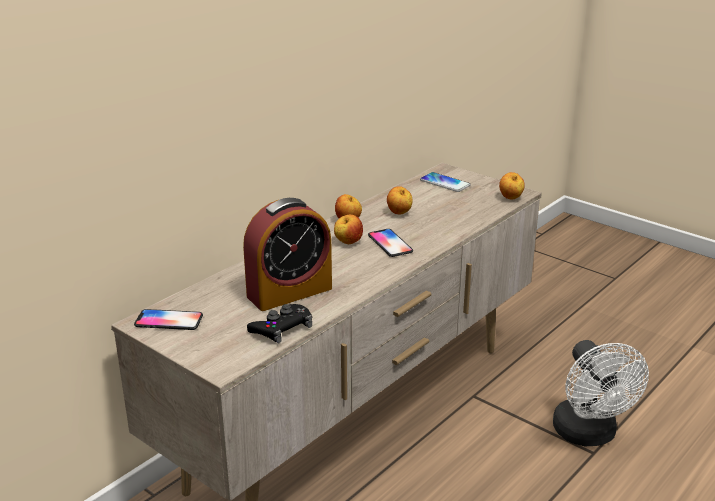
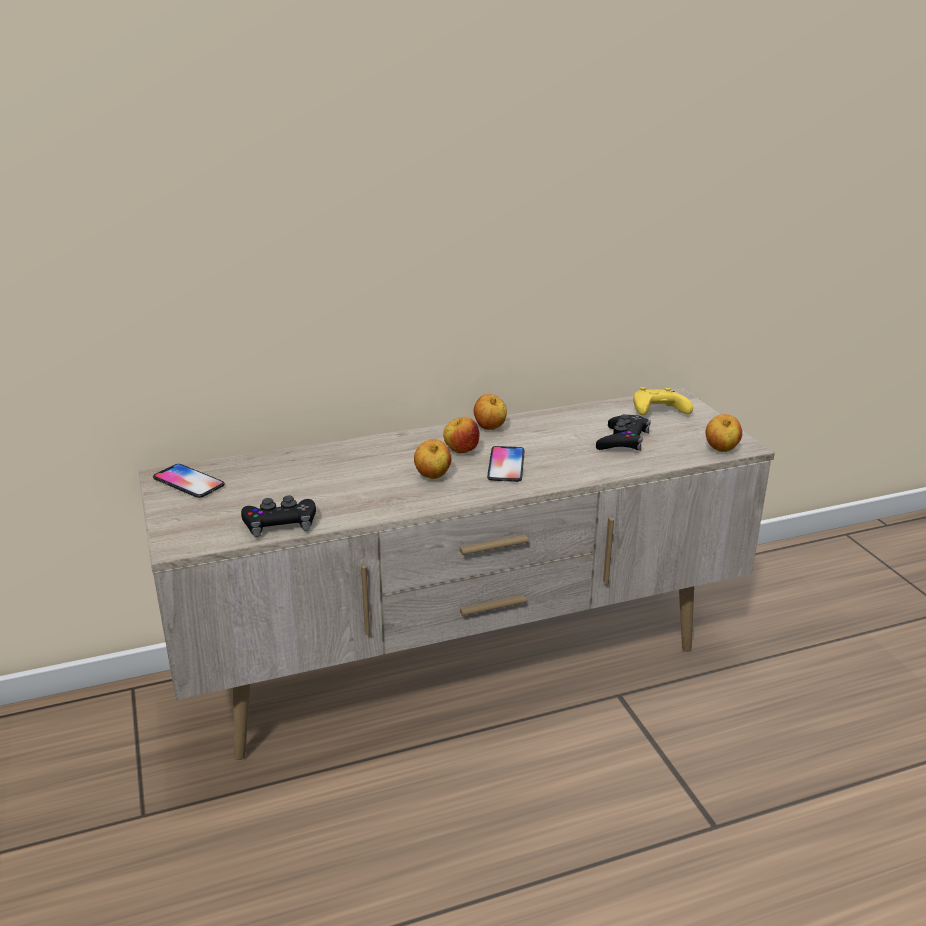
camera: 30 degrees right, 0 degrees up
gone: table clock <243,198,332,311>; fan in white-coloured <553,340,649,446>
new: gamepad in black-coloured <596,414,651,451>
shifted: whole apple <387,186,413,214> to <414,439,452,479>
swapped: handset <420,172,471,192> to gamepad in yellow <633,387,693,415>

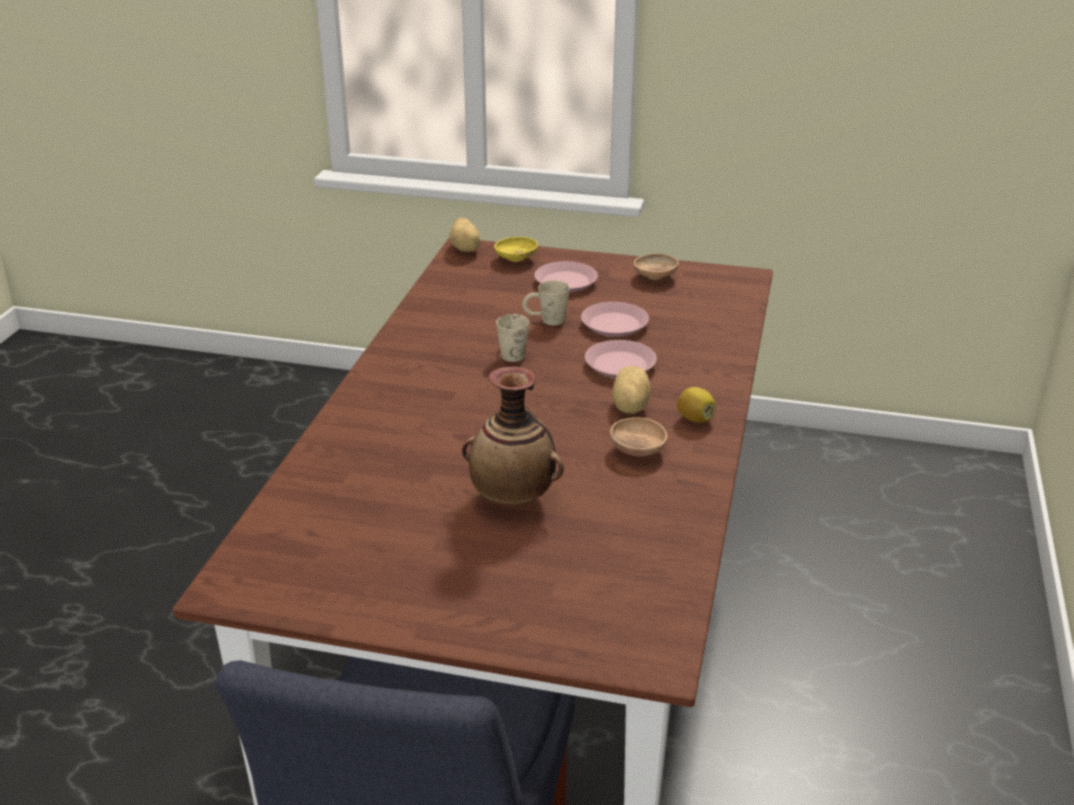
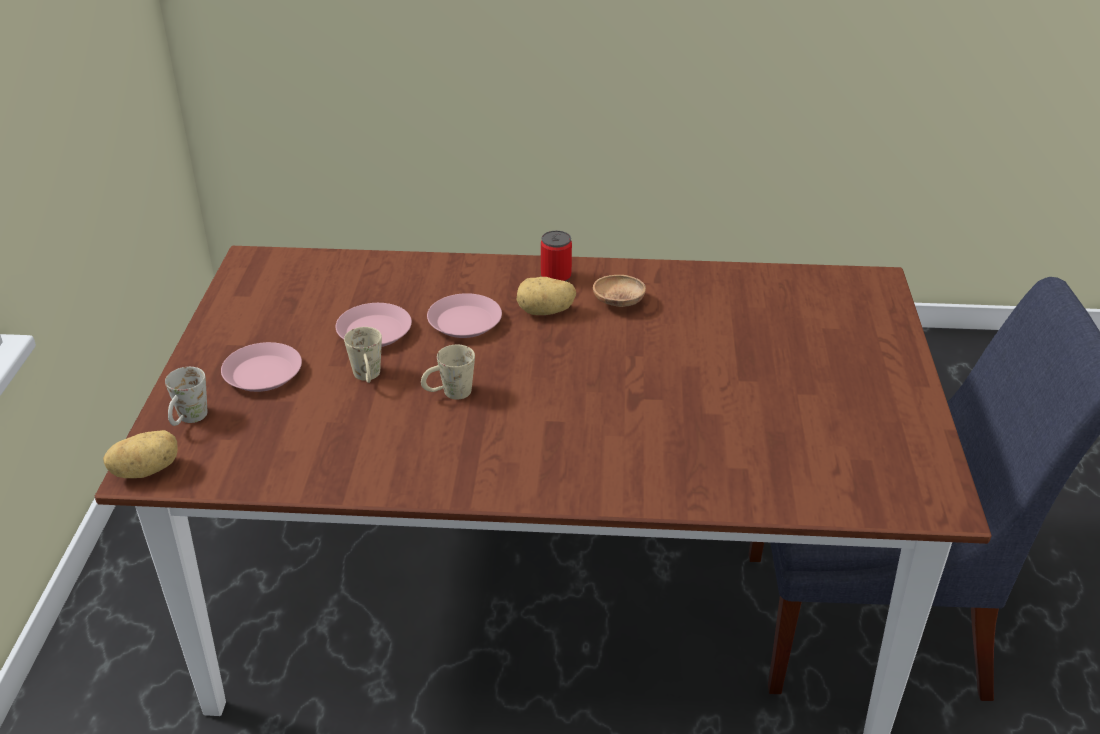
camera: 100 degrees left, 5 degrees up
gone: flower vase <462,366,564,505>; serving bowl in brown-coloured <634,253,679,280>
swapped: serving bowl in yellow <494,237,538,262> to mug in white-coloured <165,367,207,426>; lemon <677,387,716,423> to can <541,231,572,282>

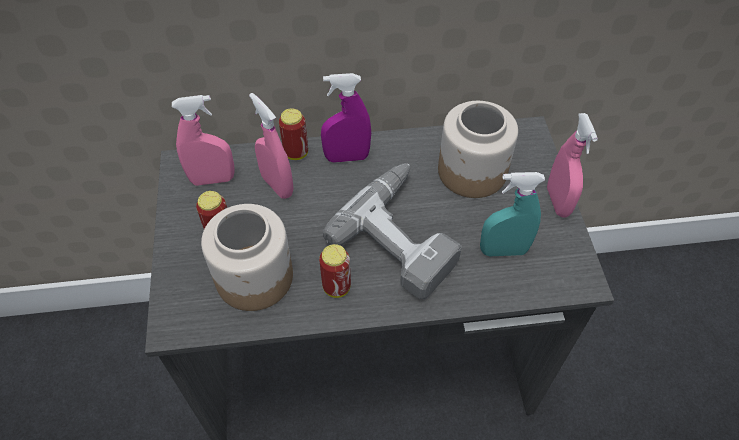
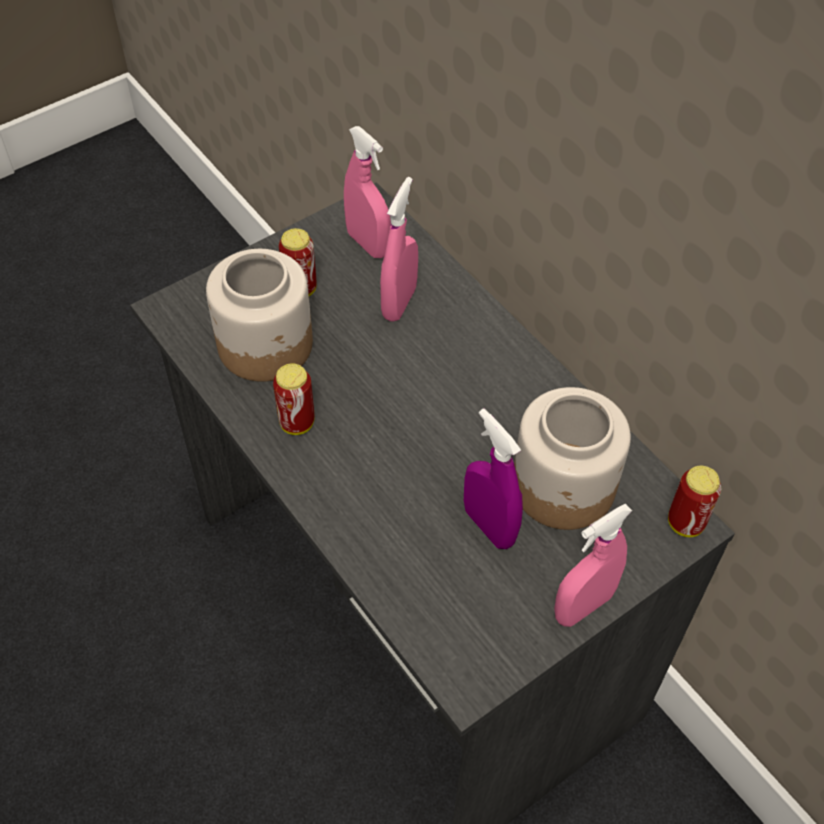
camera: 60 degrees right, 0 degrees up
gone: electric drill <323,163,462,299>; spray bottle in blue-green <480,172,545,256>
shifted: can <279,108,308,160> to <668,466,721,537>; spray bottle in purplish <321,73,371,163> to <464,408,523,549>

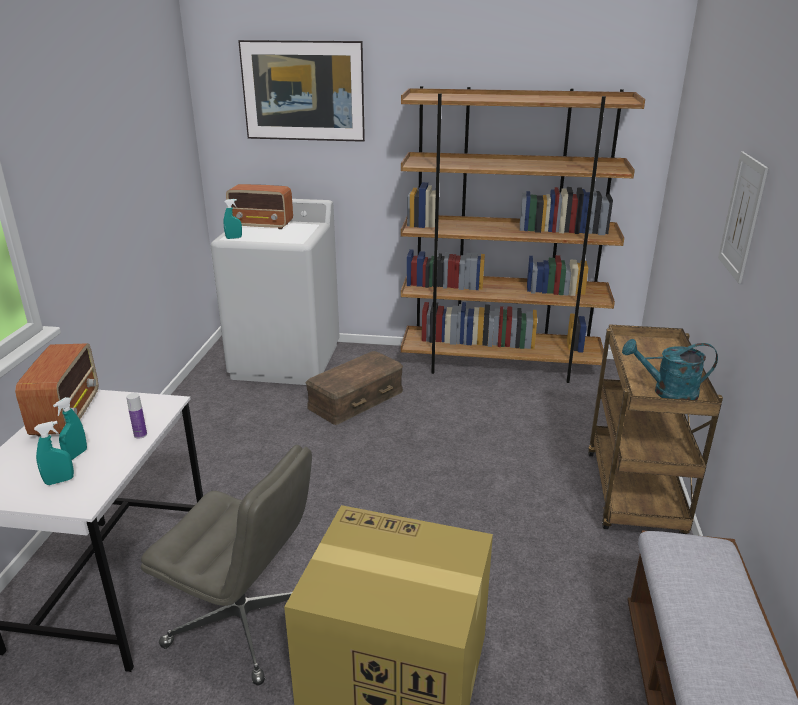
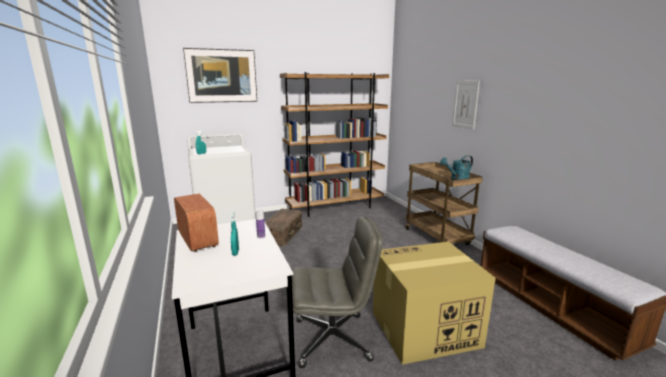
camera: 30 degrees left, 10 degrees down
gone: spray bottle in blue-green <34,421,74,485>; radio set <226,184,293,229>

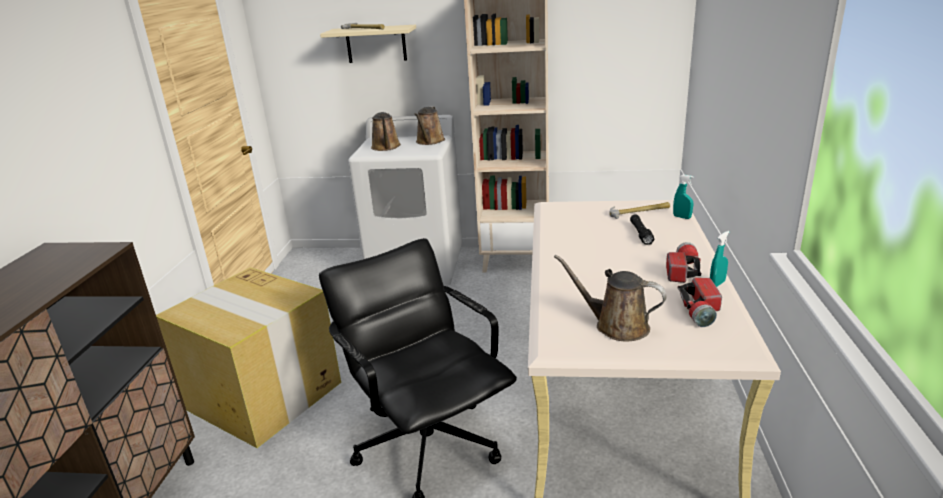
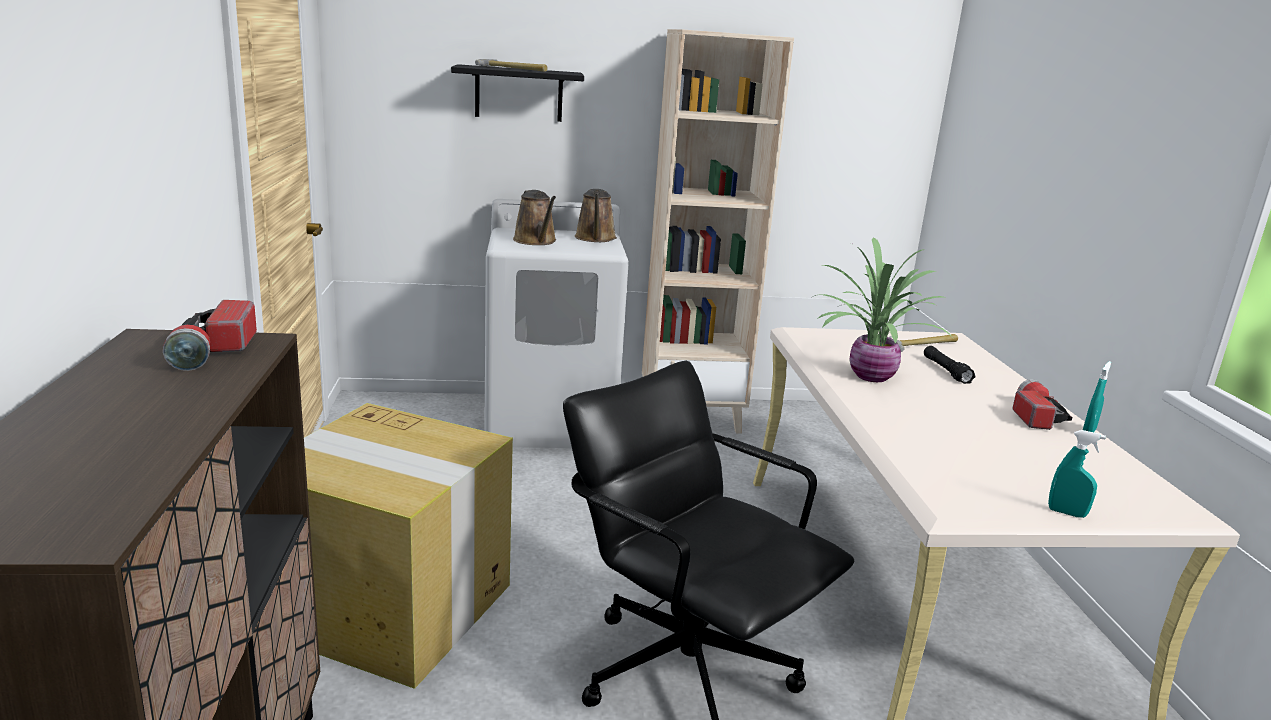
camera: 15 degrees left, 5 degrees down
gone: watering pot in brown-coloured <554,254,667,341>
new: potted plant <815,238,953,382>
shifted: spray bottle in blue-green <673,175,694,219> to <1048,430,1106,518>; hand torch <678,278,722,327> to <163,300,257,371>
repainted: shelf in beige <320,25,416,63> to shelf in black-coloured <451,64,584,122>

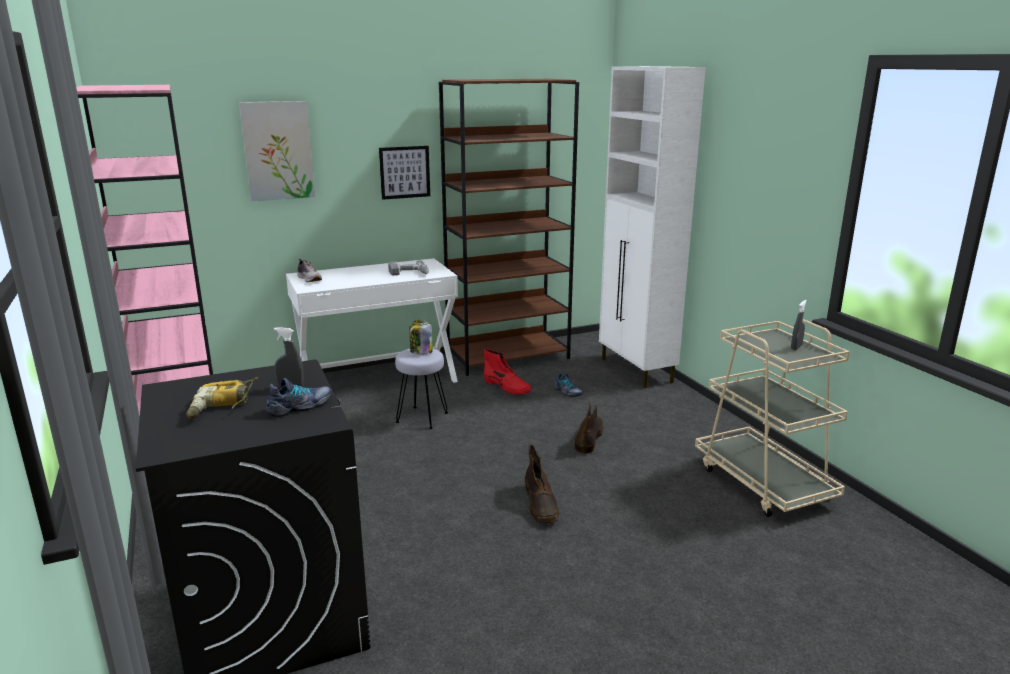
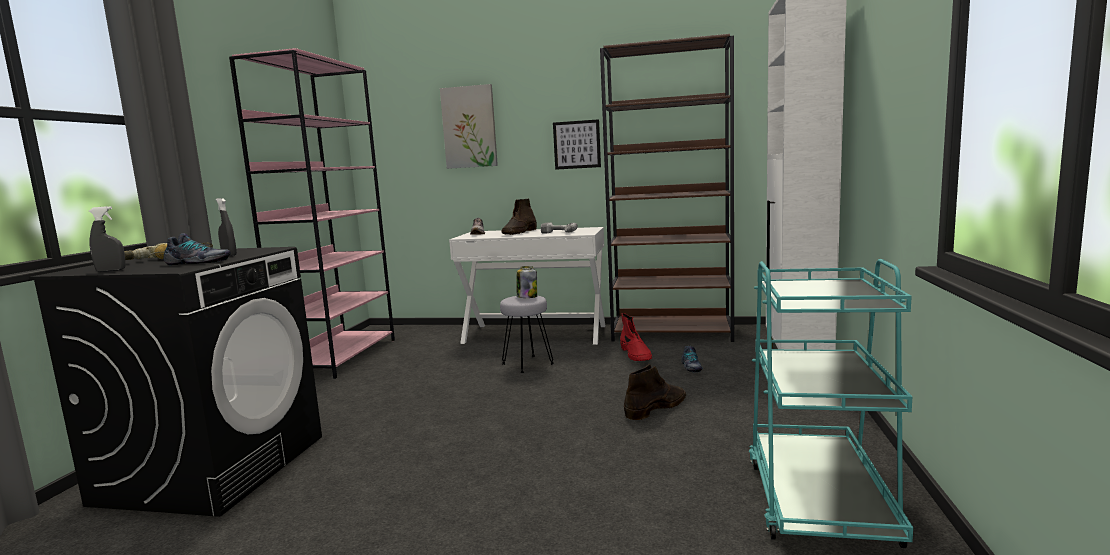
camera: 35 degrees right, 10 degrees down
shifted: tall boot in brown-coloured <525,444,559,523> to <501,199,537,235>; spray bottle in grey <791,300,807,350> to <89,206,126,272>
repainted: cart in beige <695,319,850,517> to cart in blue-green <749,259,913,548>

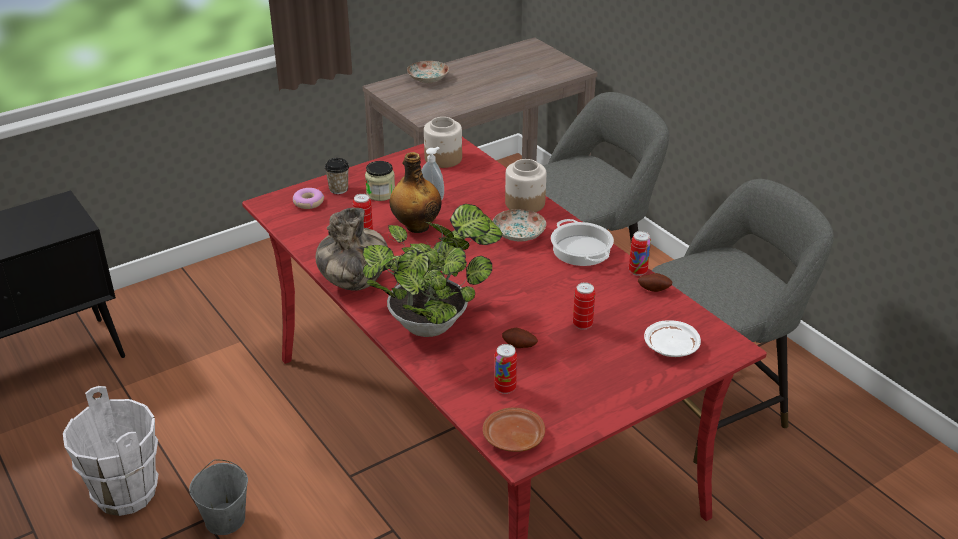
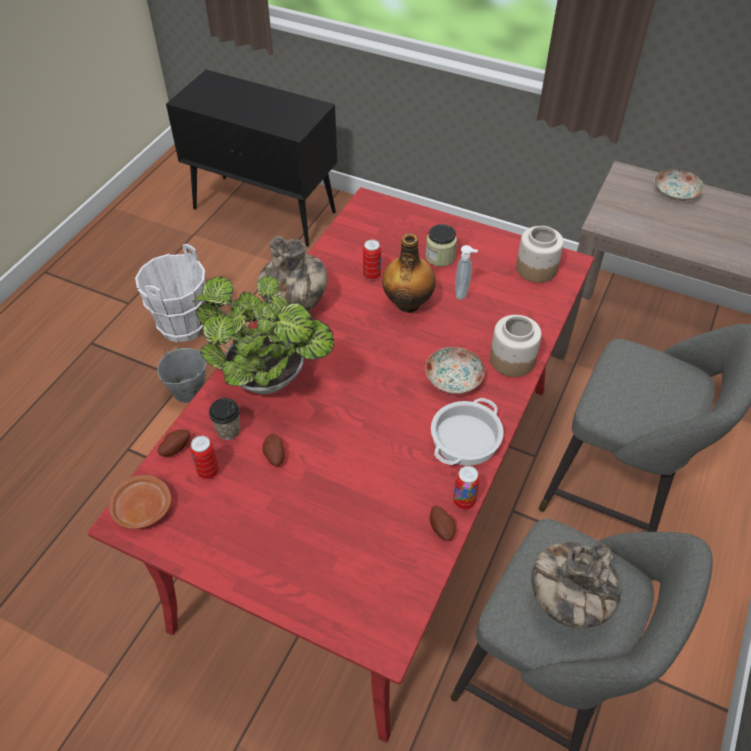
camera: 60 degrees right, 15 degrees up
gone: doughnut <293,188,324,209>; can <573,282,595,330>; flat dish in white-coloured <644,320,701,357>
new: spud <158,429,190,456>; flower vase <531,542,621,629>
shifted: cup <325,158,349,194> to <209,398,240,440>

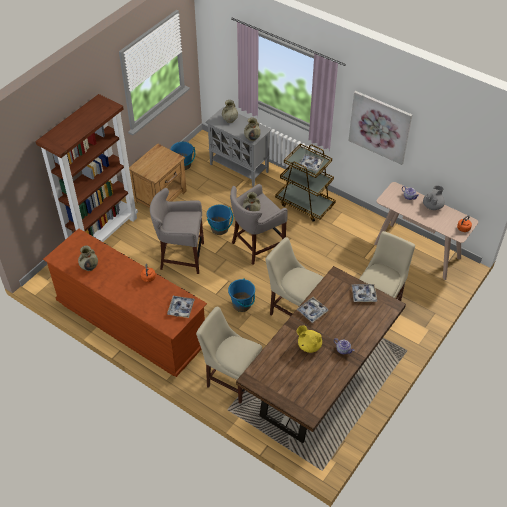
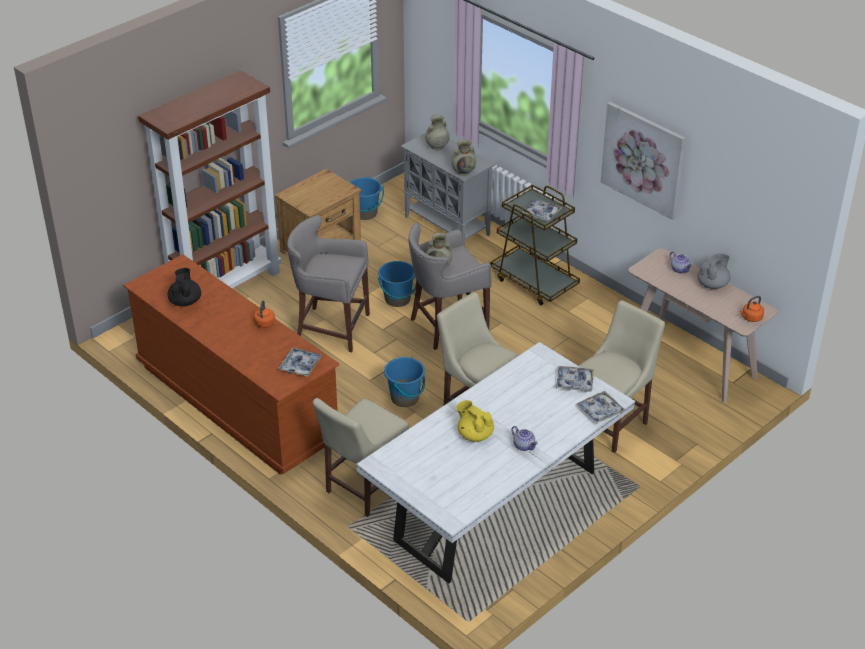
camera: 10 degrees right, 10 degrees down
shifted: serving tray <296,297,329,323> to <577,391,625,423>
swapped: flower vase in beige <78,246,98,271> to tea pot in black-coloured <168,268,201,306>
repainted: kitchen table in brown-coloured <236,266,406,443> to kitchen table in white-coloured <356,342,635,583>
rotated: plain chair in beige <196,306,262,404> = <313,398,409,517> 90 degrees counterclockwise

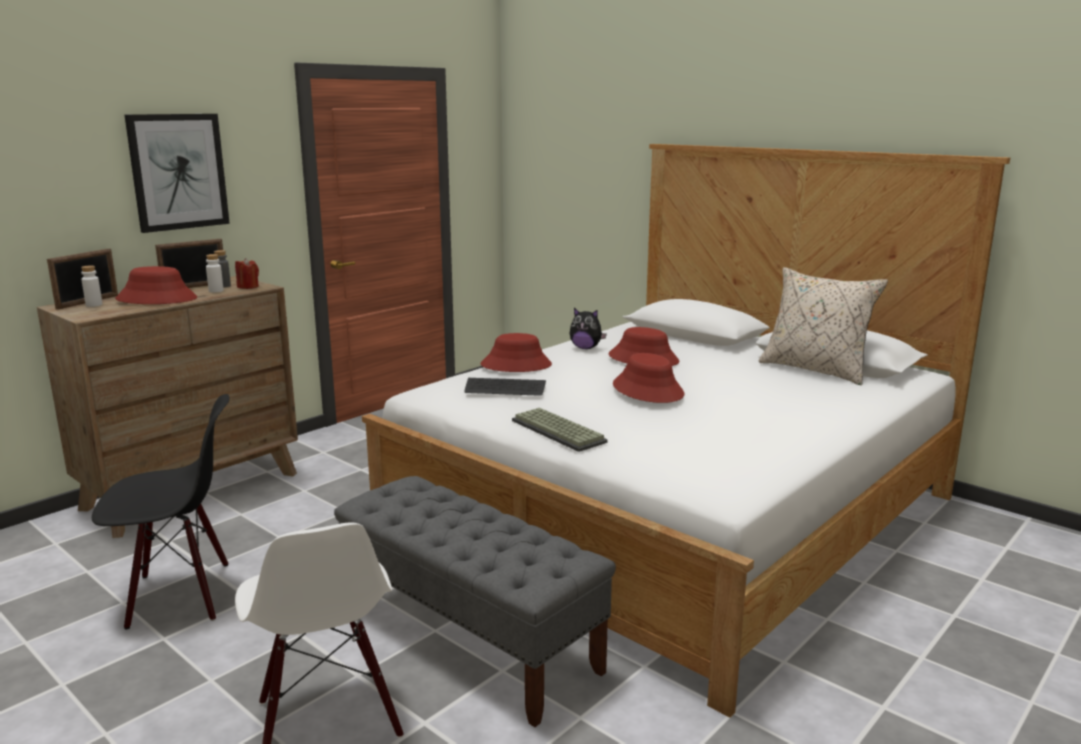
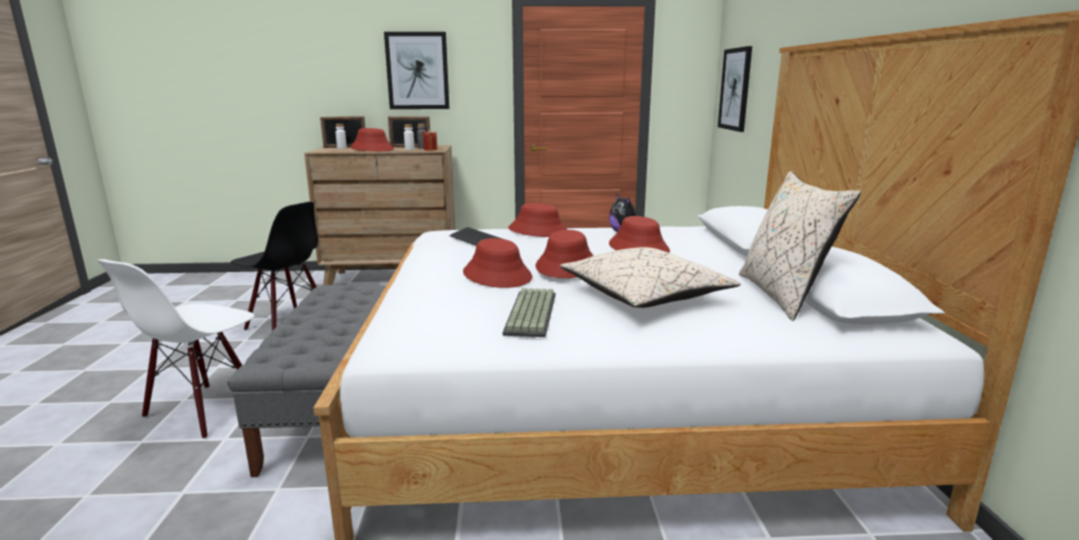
camera: 45 degrees right, 0 degrees up
new: hat in reddish <463,238,532,288>; throw pillow in beige <560,247,741,308>; wall art <718,46,752,132>
shifted: PC keyboard <512,408,608,452> to <503,288,555,337>

